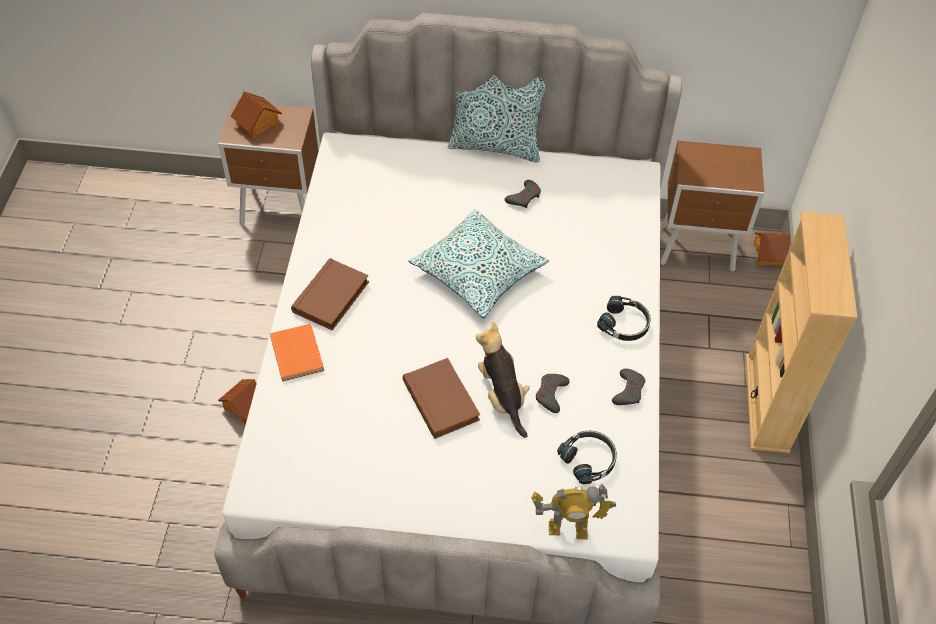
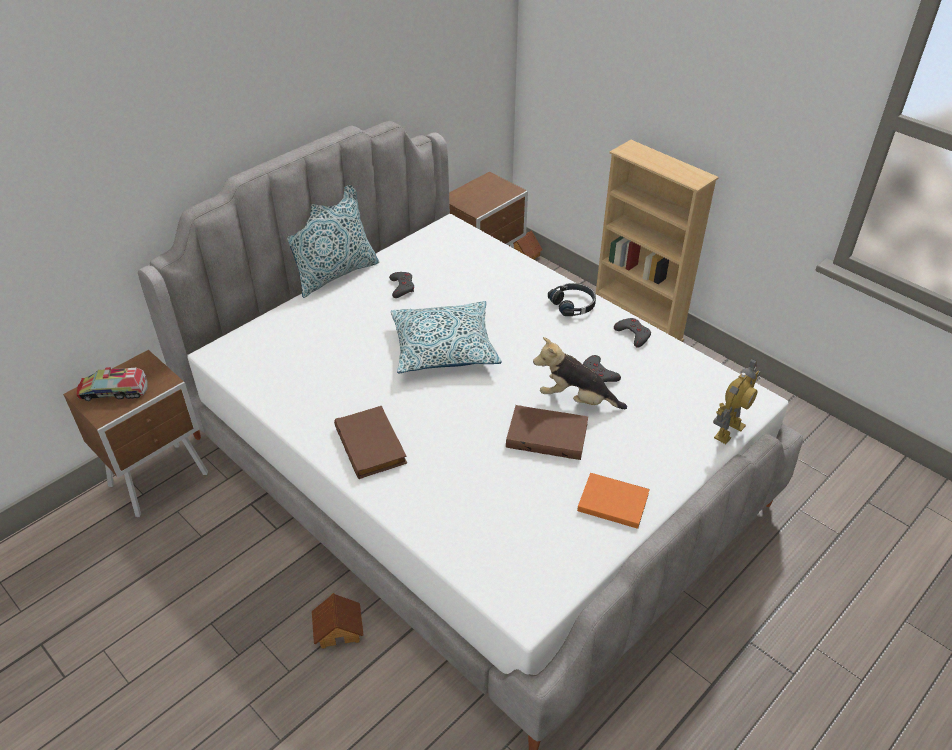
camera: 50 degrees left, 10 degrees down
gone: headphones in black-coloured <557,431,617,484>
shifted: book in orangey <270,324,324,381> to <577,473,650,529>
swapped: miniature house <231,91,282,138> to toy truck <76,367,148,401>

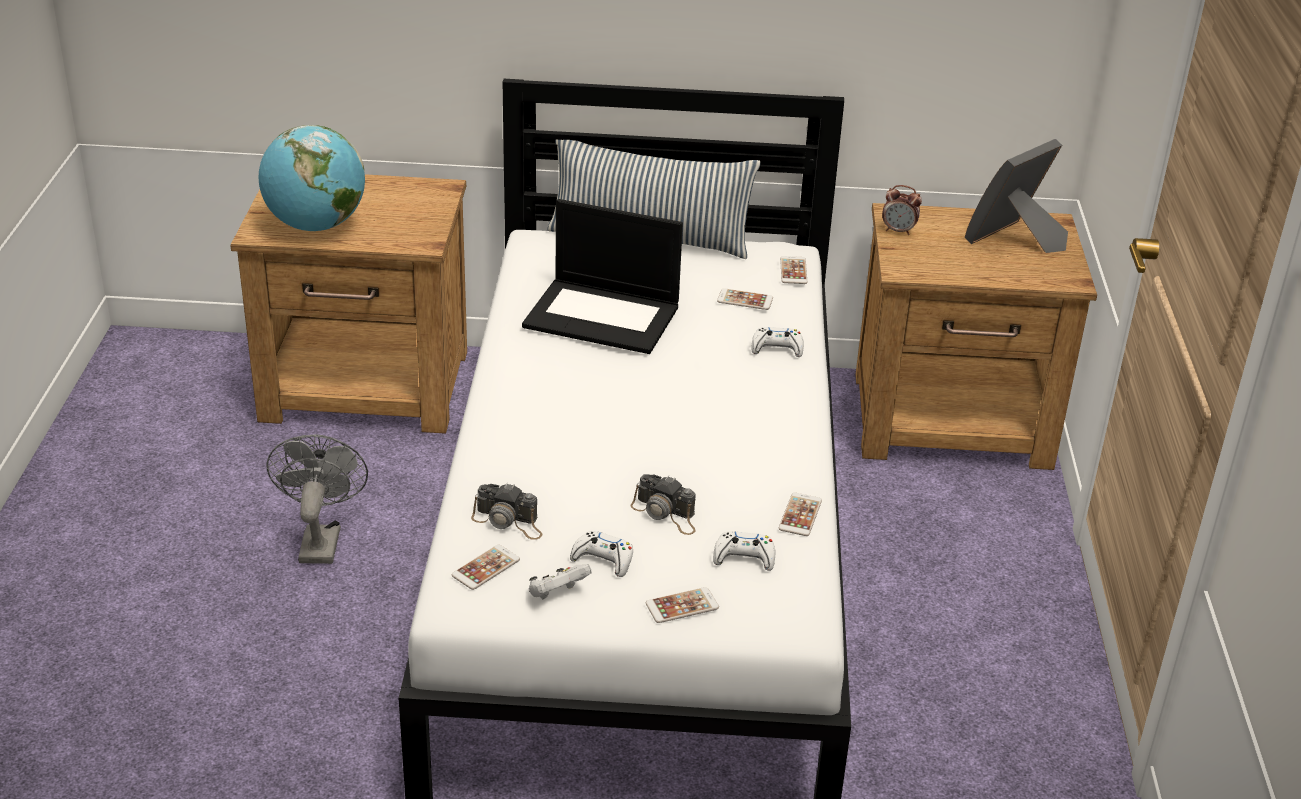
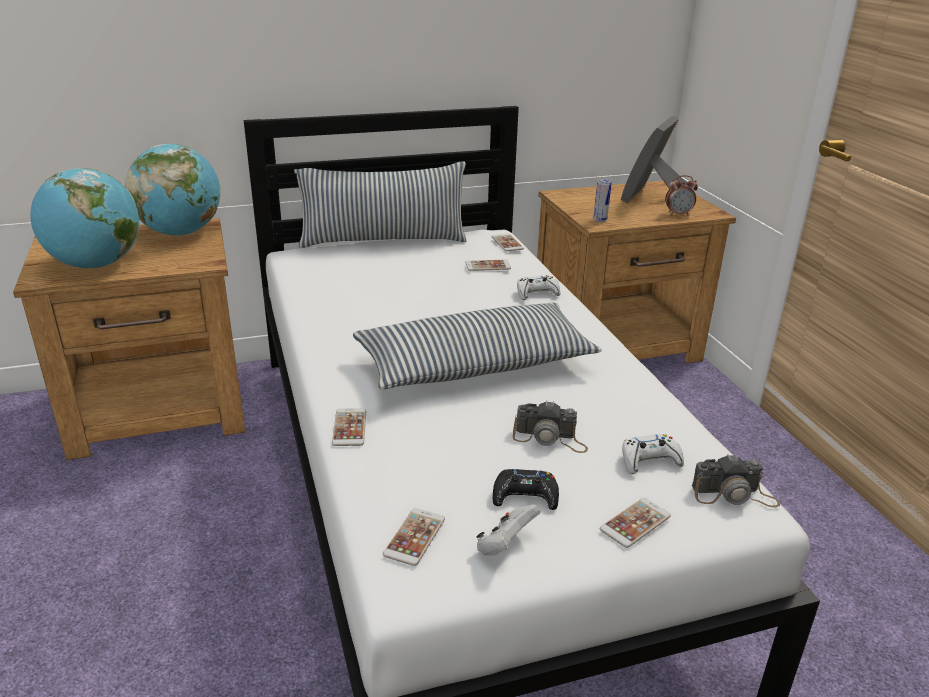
camera: 20 degrees left, 5 degrees down
gone: fan in grey <267,434,368,564>; notebook computer <522,199,683,354>
new: desk globe <125,144,220,236>; throw pillow <353,303,602,389>; can <593,179,612,222>
shifted: still camera <471,483,542,540> to <692,454,781,508>; handset <779,492,822,536> to <332,408,366,446>; table clock <882,185,922,235> to <665,175,698,216>
repainted: gamepad in white-coloured <570,531,633,577> to gamepad in black-coloured <493,469,559,510>

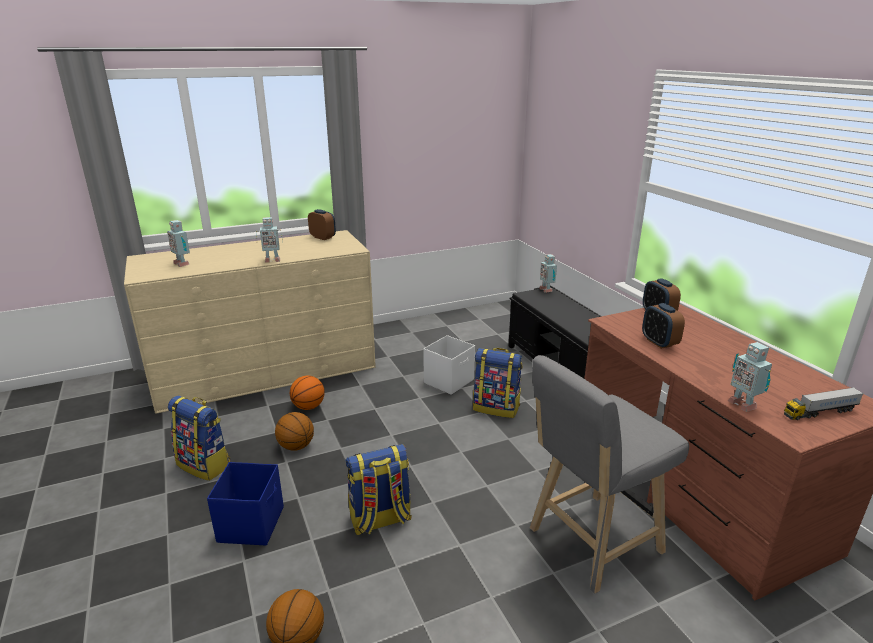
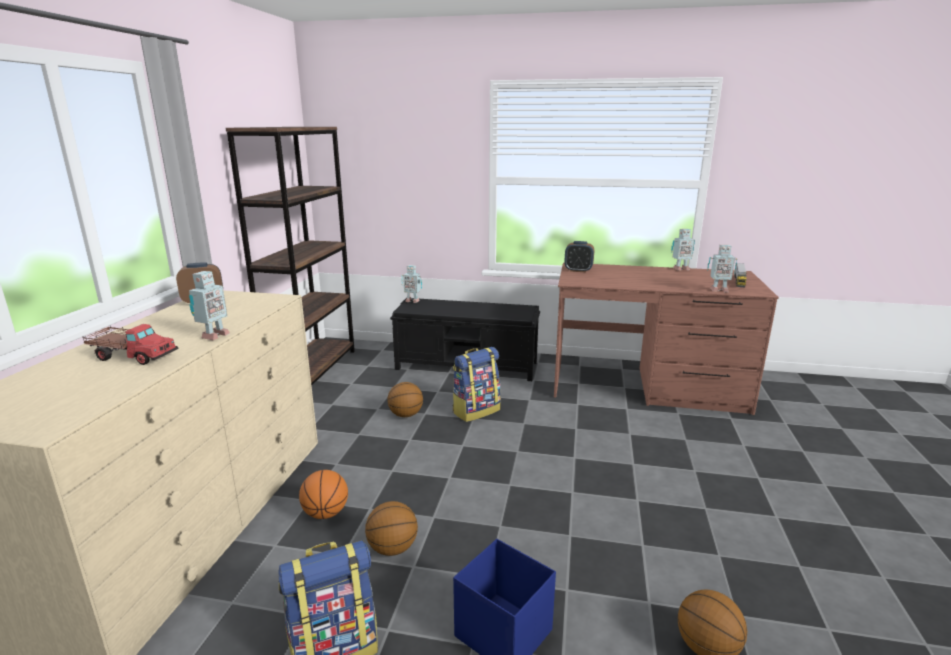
camera: 55 degrees left, 5 degrees down
gone: knapsack <345,444,412,535>; stool in grey <530,355,689,593>; table clock <642,303,685,349>
new: toy truck <83,324,179,365>; bookcase in brown-coloured <226,127,355,386>
shifted: toy robot <167,220,190,267> to <671,229,695,270>
swapped: storage container in white-coloured <423,335,475,395> to ball for basketball <387,382,423,417>

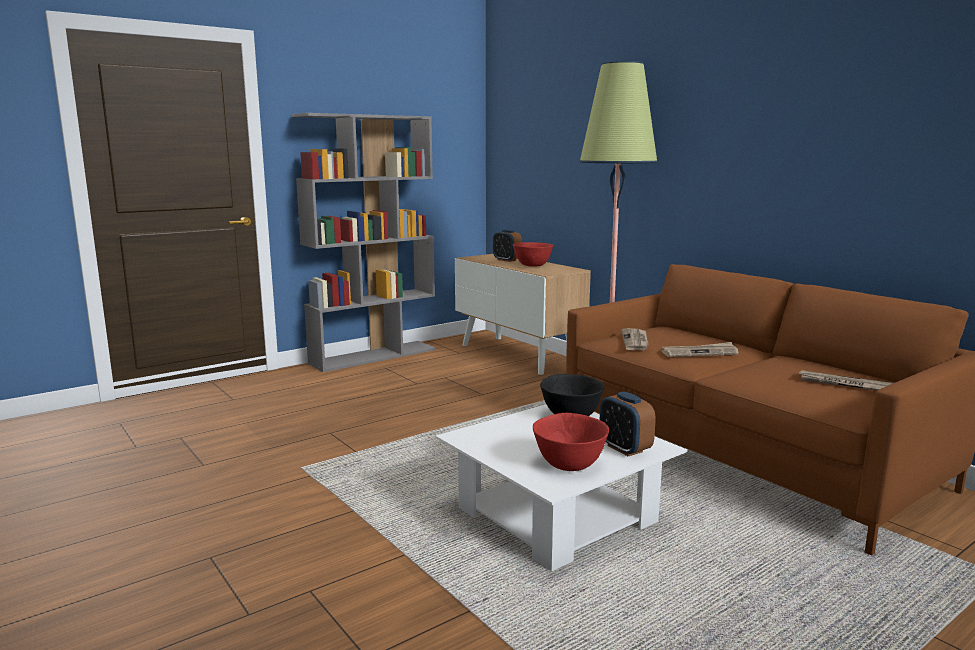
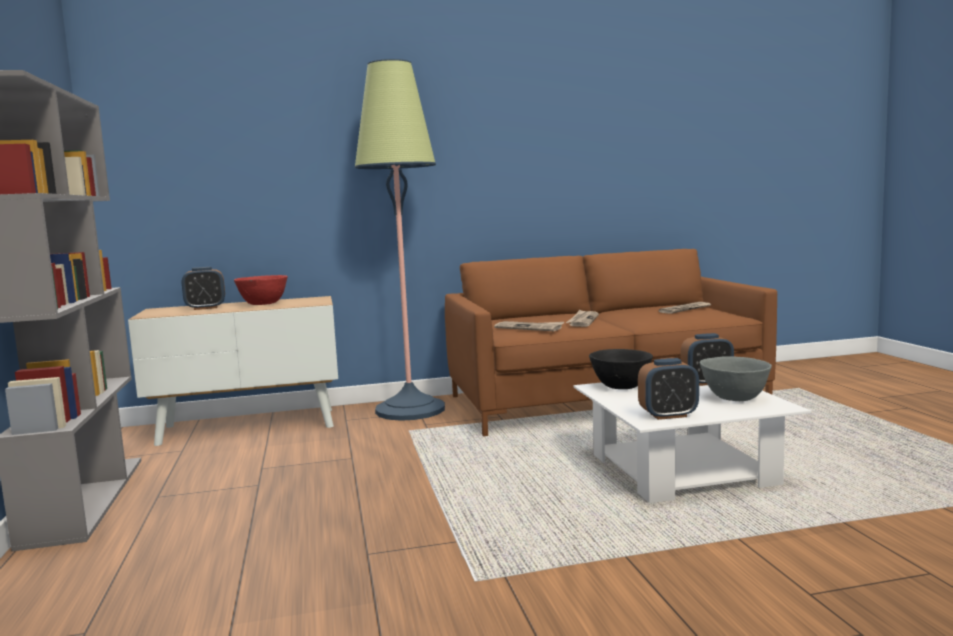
camera: 65 degrees left, 5 degrees down
new: table clock <638,358,699,420>
repainted: serving bowl in reddish <533,413,609,471> to serving bowl in grey <700,356,772,401>

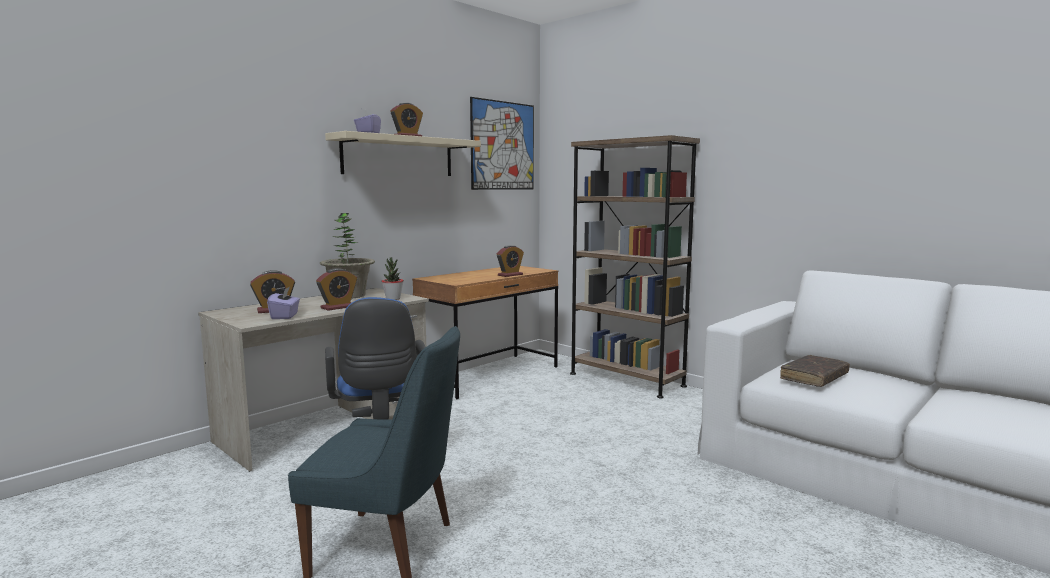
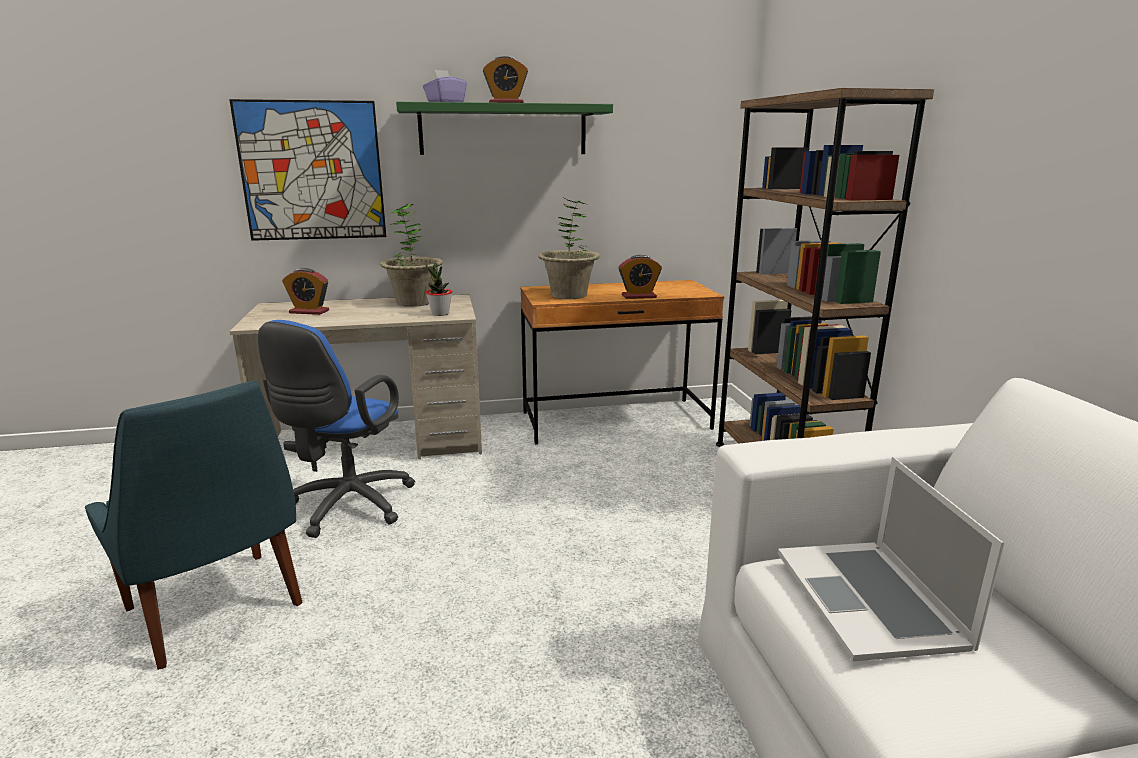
camera: 35 degrees right, 10 degrees up
gone: box of tissues in purplish <267,287,300,319>; table clock <316,268,357,311>
new: potted plant <538,197,600,299>
shifted: wall art <470,97,534,190> to <229,99,386,241>
swapped: book in brown-coloured <780,355,850,387> to notebook computer <778,457,1005,661>
repainted: shelf in beige <325,131,481,176> to shelf in green <396,102,613,155>

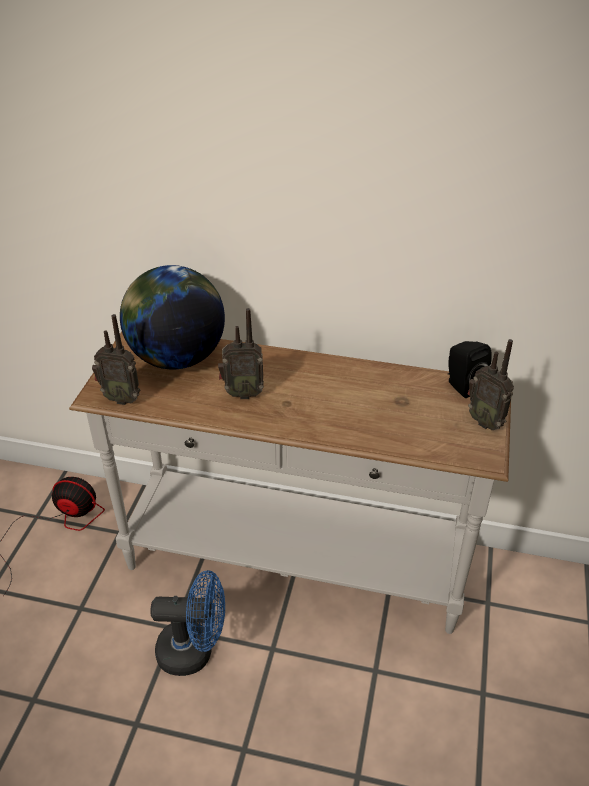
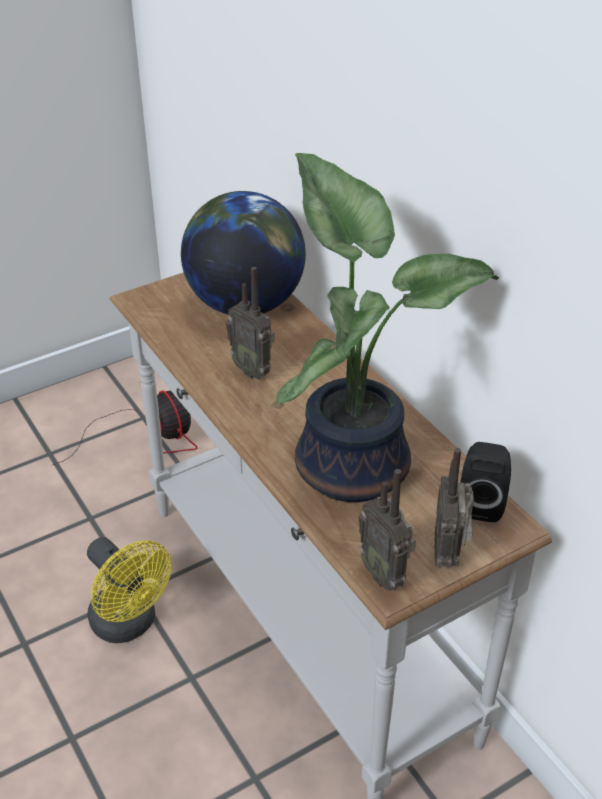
camera: 45 degrees right, 0 degrees up
new: potted plant <276,153,499,502>
shifted: radio set <92,314,140,405> to <359,469,416,590>
repainted: fan in blue-coloured <150,570,225,676> to fan in yellow <87,537,171,643>

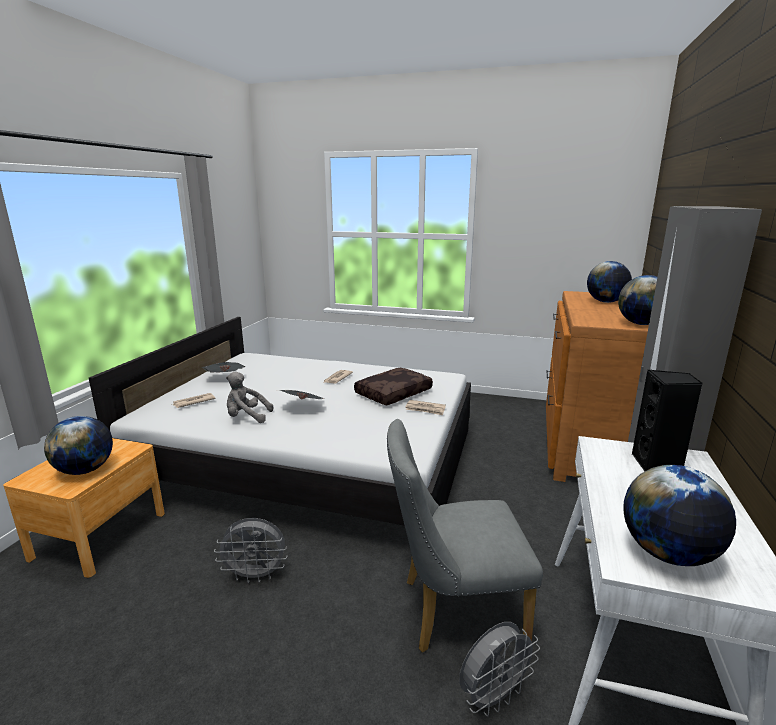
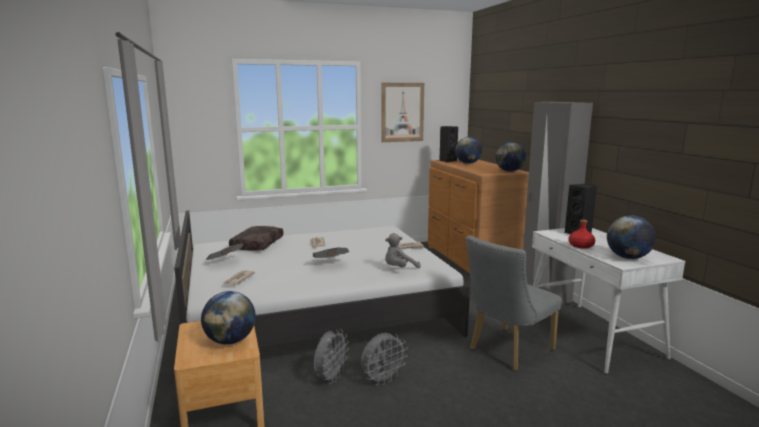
camera: 35 degrees left, 5 degrees down
new: wall art <381,83,424,142>; speaker in black-coloured <439,126,458,162>; drink bottle in reddish <569,219,595,249>
shifted: cuddly toy in grey <226,372,273,423> to <385,233,421,269>; throw pillow in brown-coloured <354,368,433,405> to <229,226,283,251>; fan in grey <459,622,540,717> to <314,330,349,384>

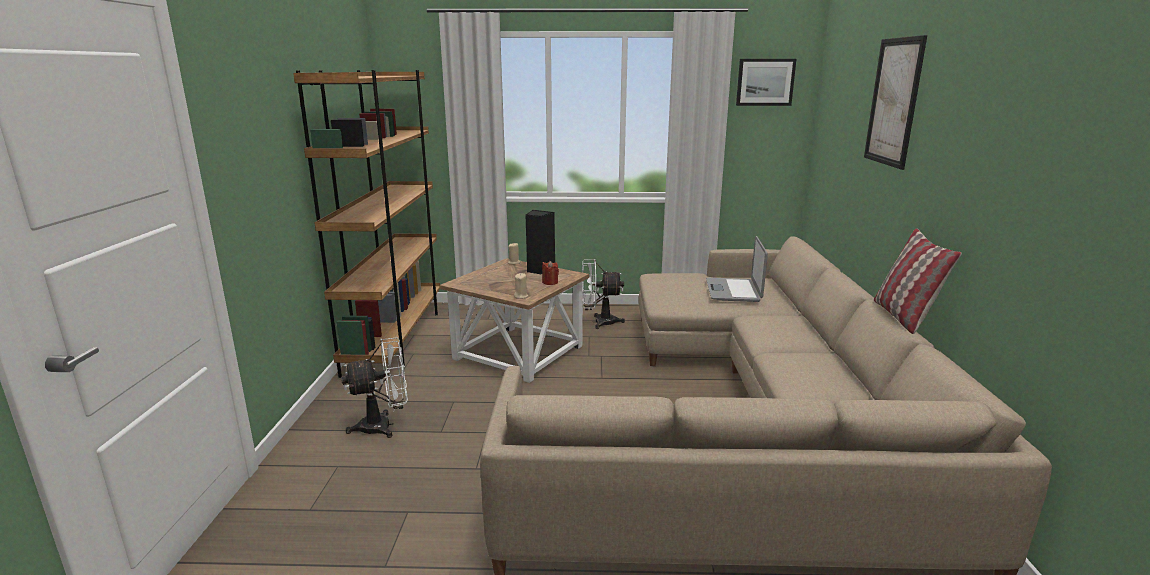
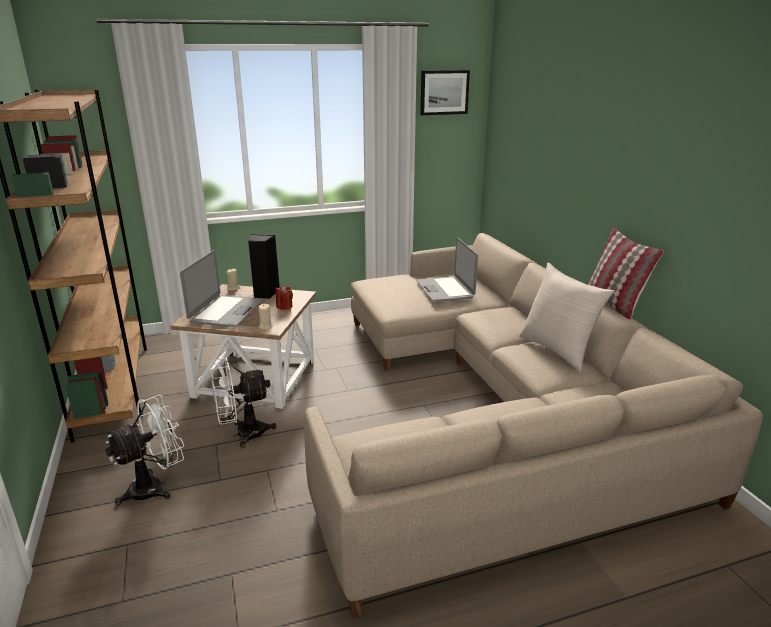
camera: 20 degrees left, 5 degrees up
gone: wall art <864,35,927,170>
new: notebook computer <180,250,264,327>; throw pillow in beige <519,263,614,372>
shifted: fan in white-coloured <582,259,625,329> to <210,358,277,448>

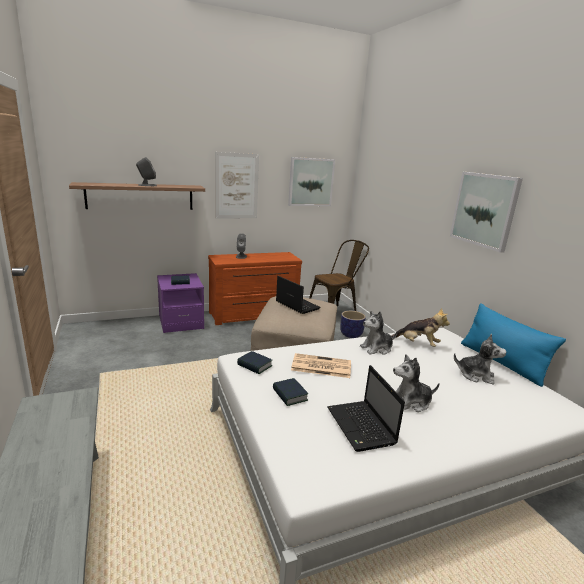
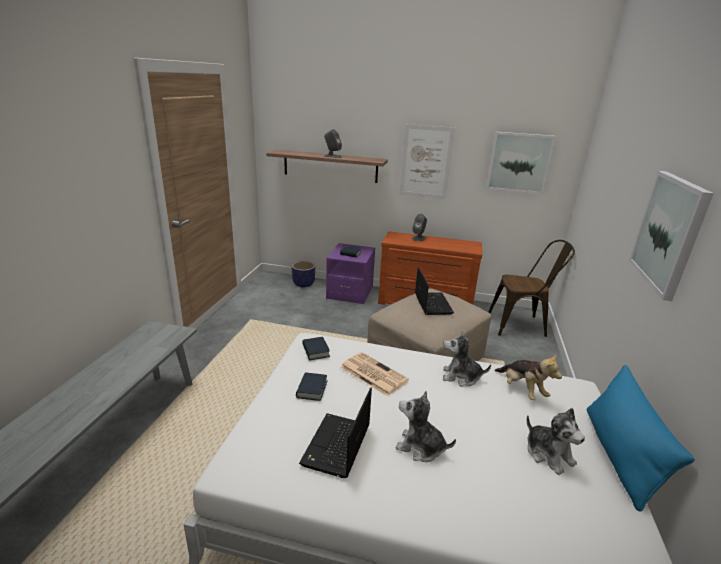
camera: 35 degrees right, 5 degrees up
shifted: plant pot <340,311,366,338> to <292,261,315,287>

